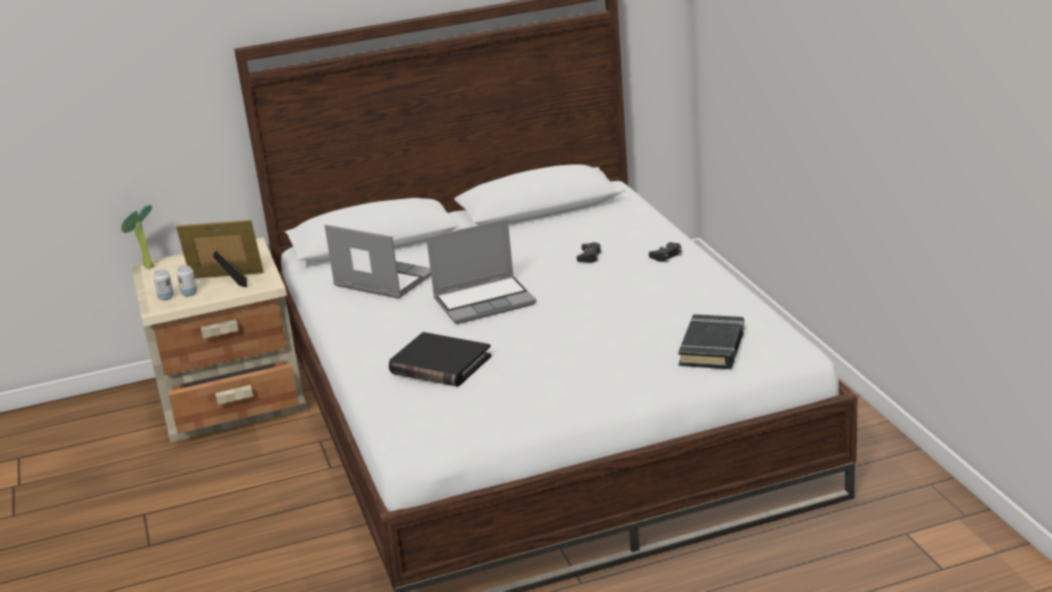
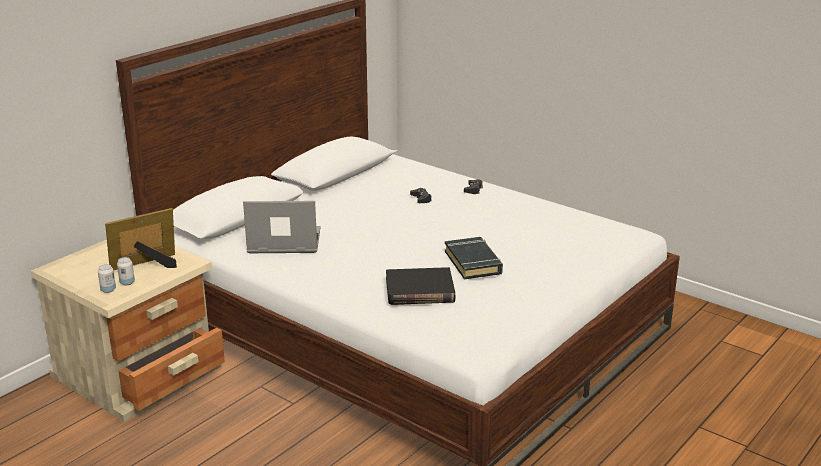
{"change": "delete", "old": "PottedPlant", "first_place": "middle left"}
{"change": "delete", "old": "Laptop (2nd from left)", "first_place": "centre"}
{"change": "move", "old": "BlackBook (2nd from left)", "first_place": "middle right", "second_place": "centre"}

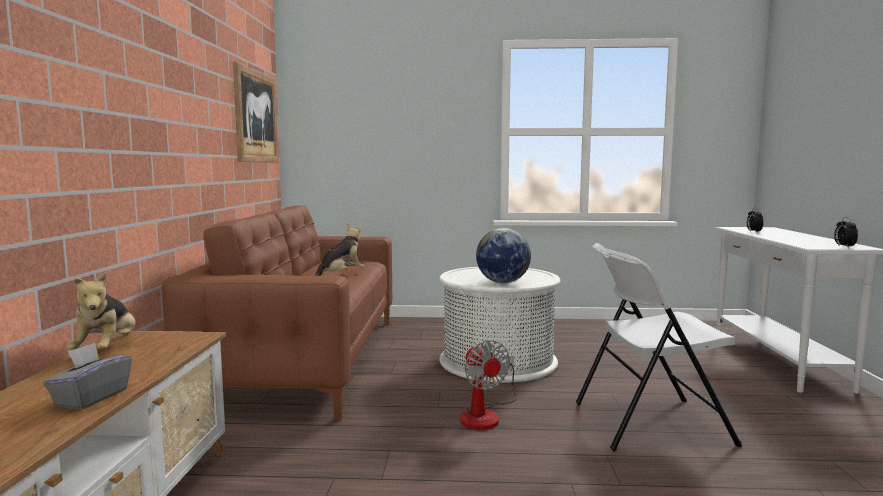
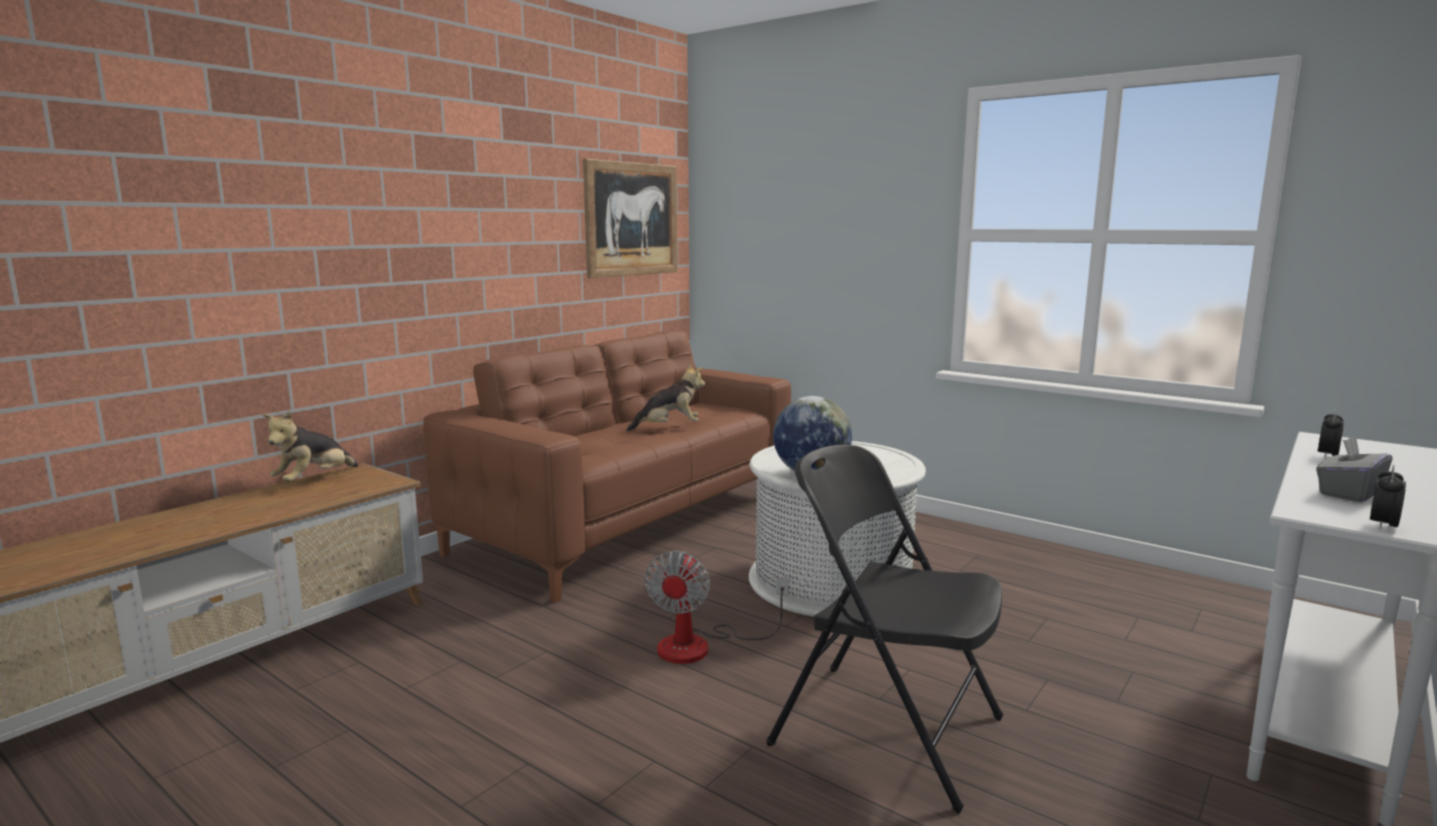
{"change": "recolor", "old": "WhiteChair", "new": "BlackChair", "first_place": "bottom right", "second_place": "bottom centre"}
{"change": "move", "old": "GreyTissueBox", "first_place": "bottom left", "second_place": "middle right"}

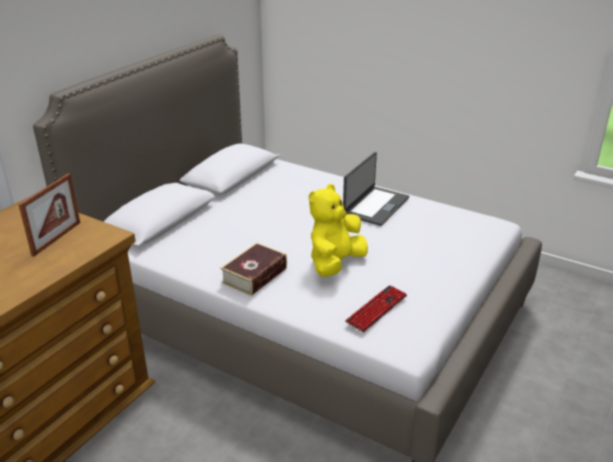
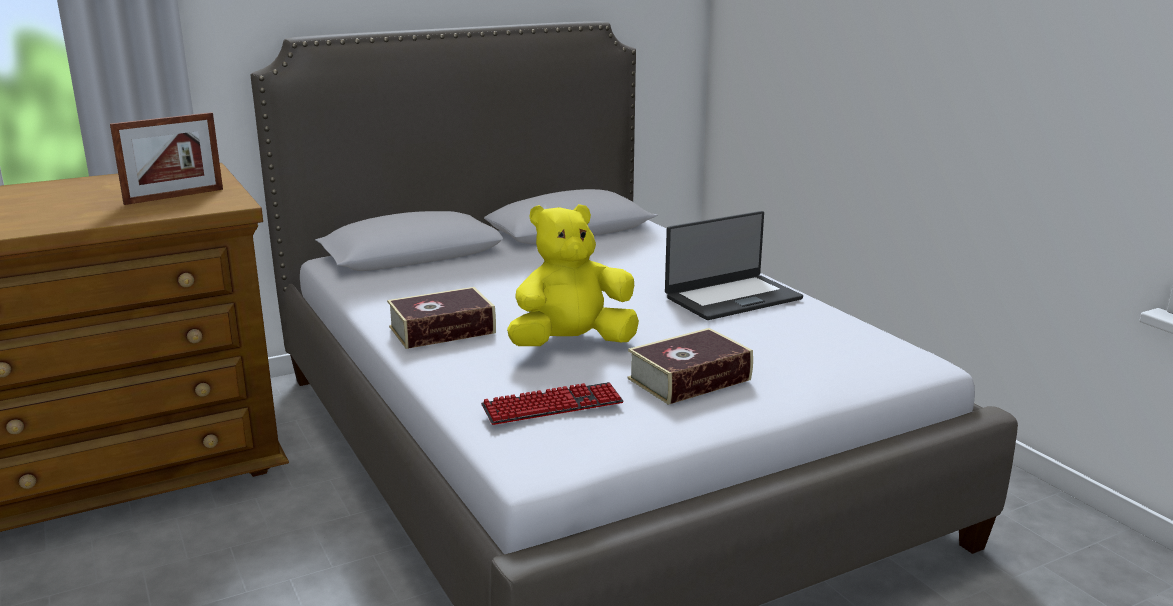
{"change": "insert", "new": "Book (2nd from left)", "second_place": "centre"}

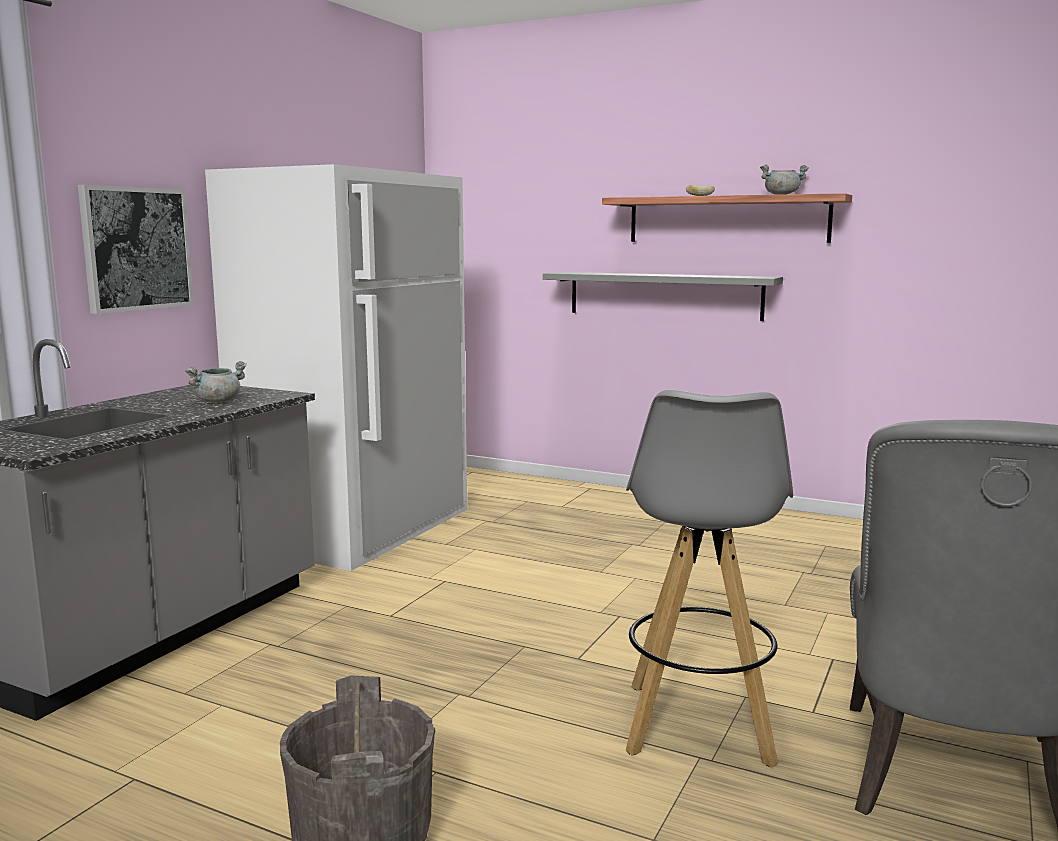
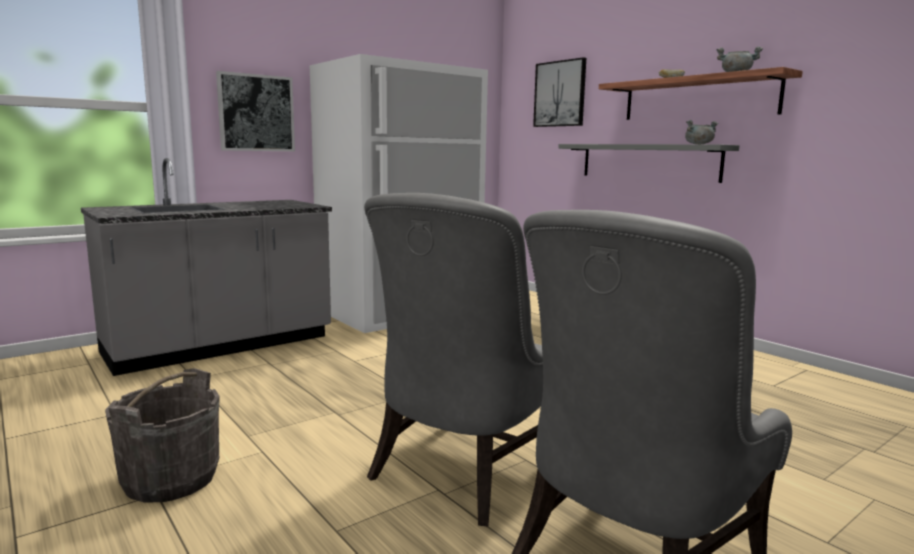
{"change": "move", "old": "GreyCookingPot (1st from left)", "first_place": "middle left", "second_place": "top right"}
{"change": "replace", "old": "GreyStool", "new": "GreyChair (1st from left)", "first_place": "bottom right", "second_place": "centre"}
{"change": "insert", "new": "Picture (2nd from left)", "second_place": "top centre"}

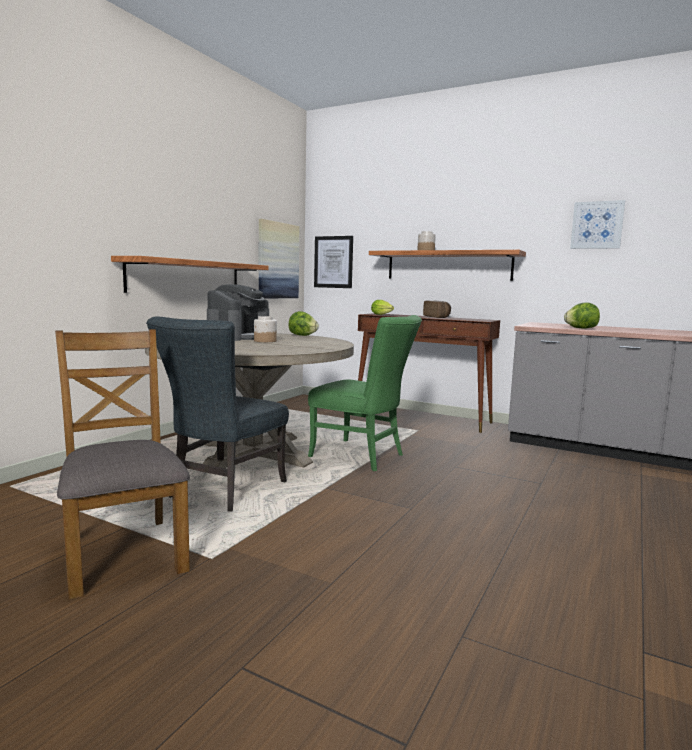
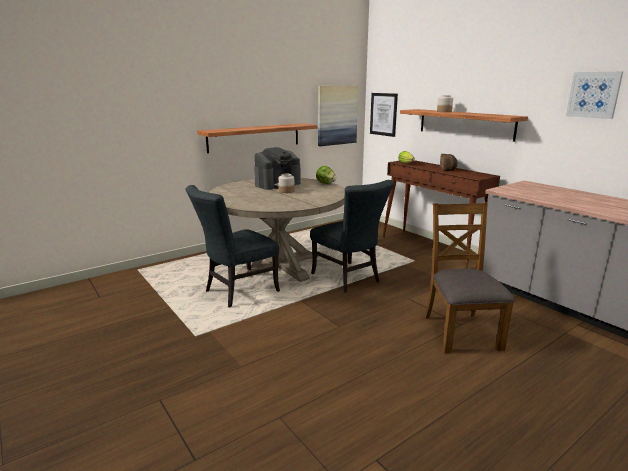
{"change": "delete", "old": "Lettuce (3rd from left)", "first_place": "middle right"}
{"change": "recolor", "old": "GreenChair", "new": "GreyChair (2nd from left)", "first_place": "centre", "second_place": "centre"}
{"change": "move", "old": "BrownChair", "first_place": "middle left", "second_place": "middle right"}

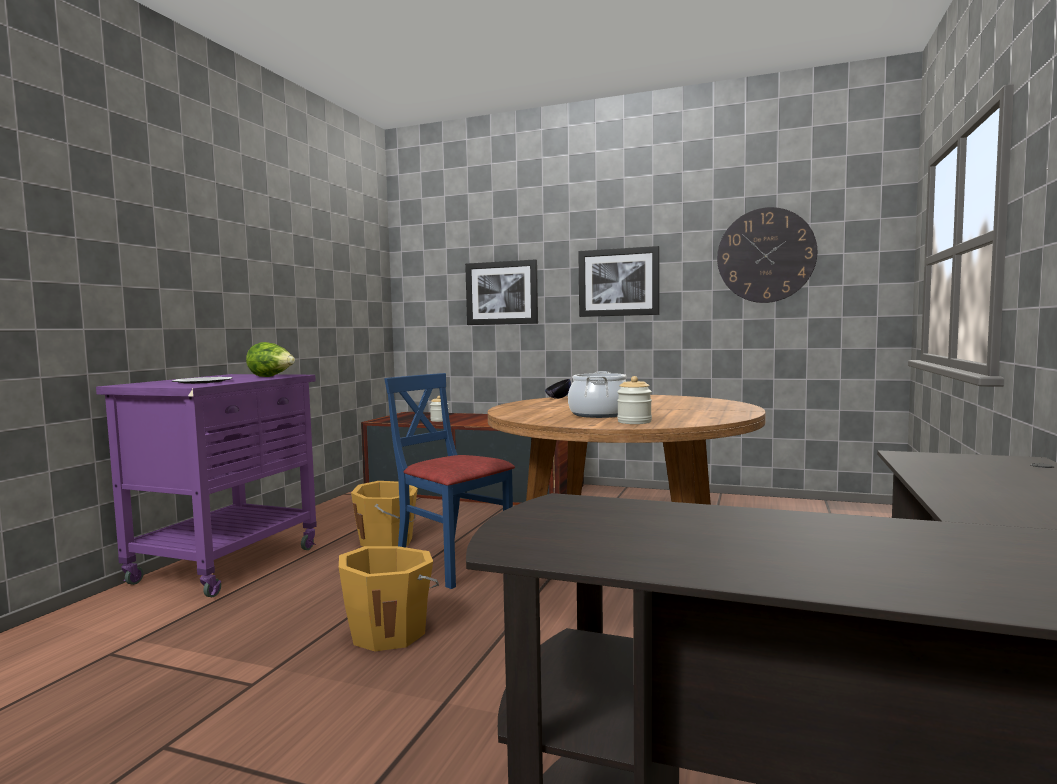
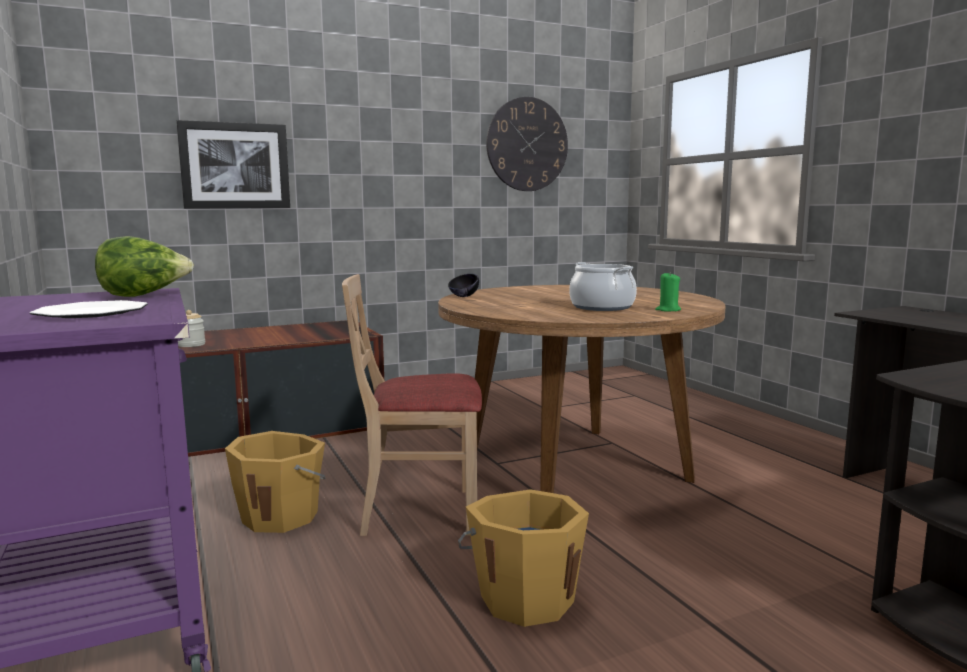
{"change": "delete", "old": "Picture (2nd from left)", "first_place": "centre"}
{"change": "recolor", "old": "BlueChair", "new": "BeigeChair", "first_place": "centre", "second_place": "centre"}
{"change": "replace", "old": "Jar (2nd from left)", "new": "GreenCandle", "first_place": "centre", "second_place": "middle right"}

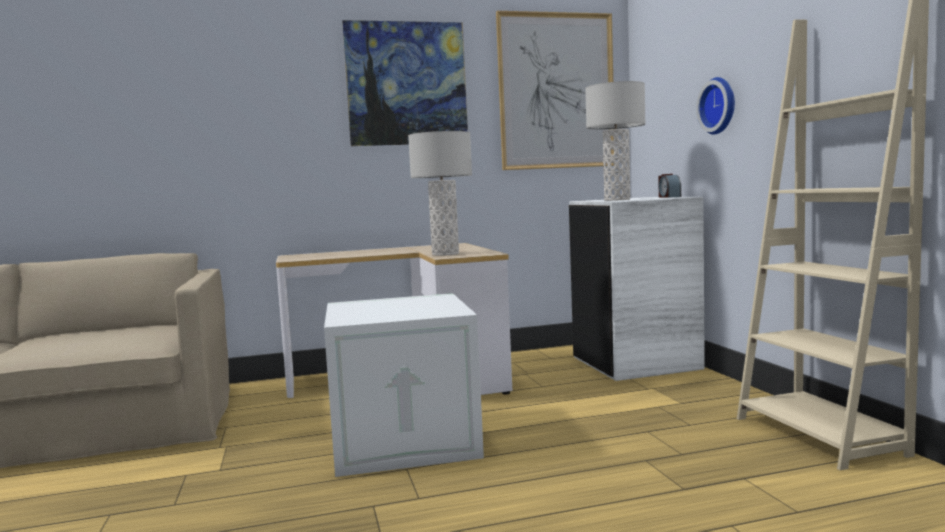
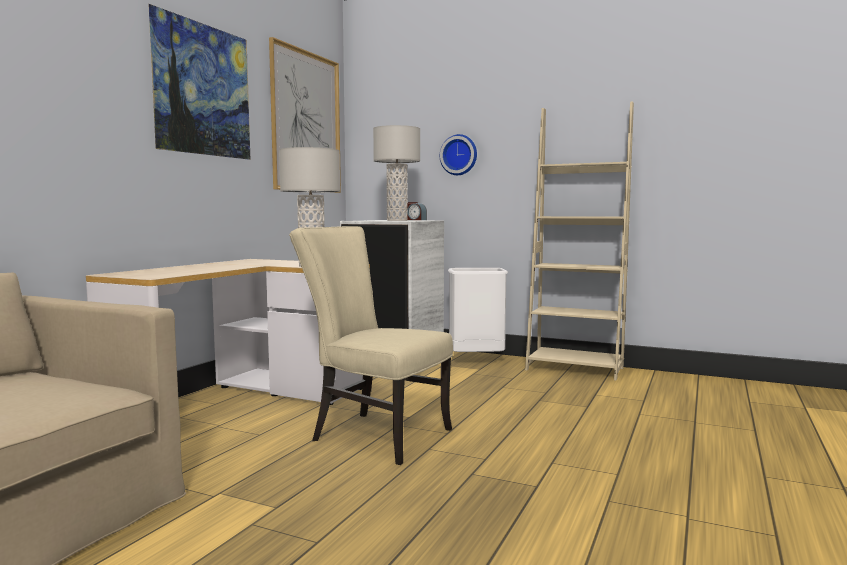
{"change": "replace", "old": "WhiteStorageBox", "new": "BeigeChair", "first_place": "bottom centre", "second_place": "centre"}
{"change": "insert", "new": "WhiteTrashCan", "second_place": "centre"}

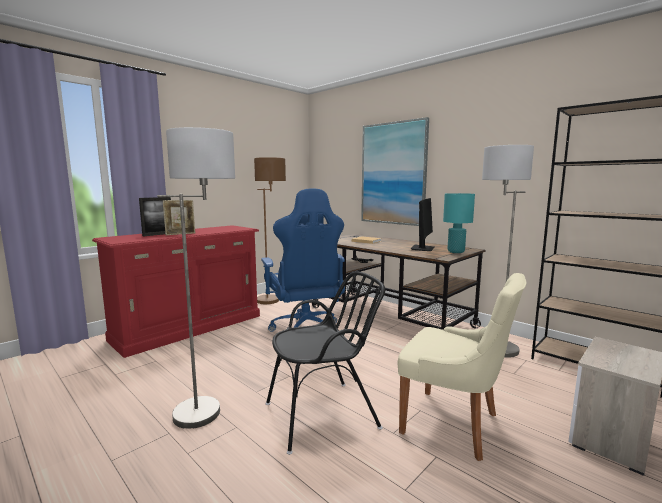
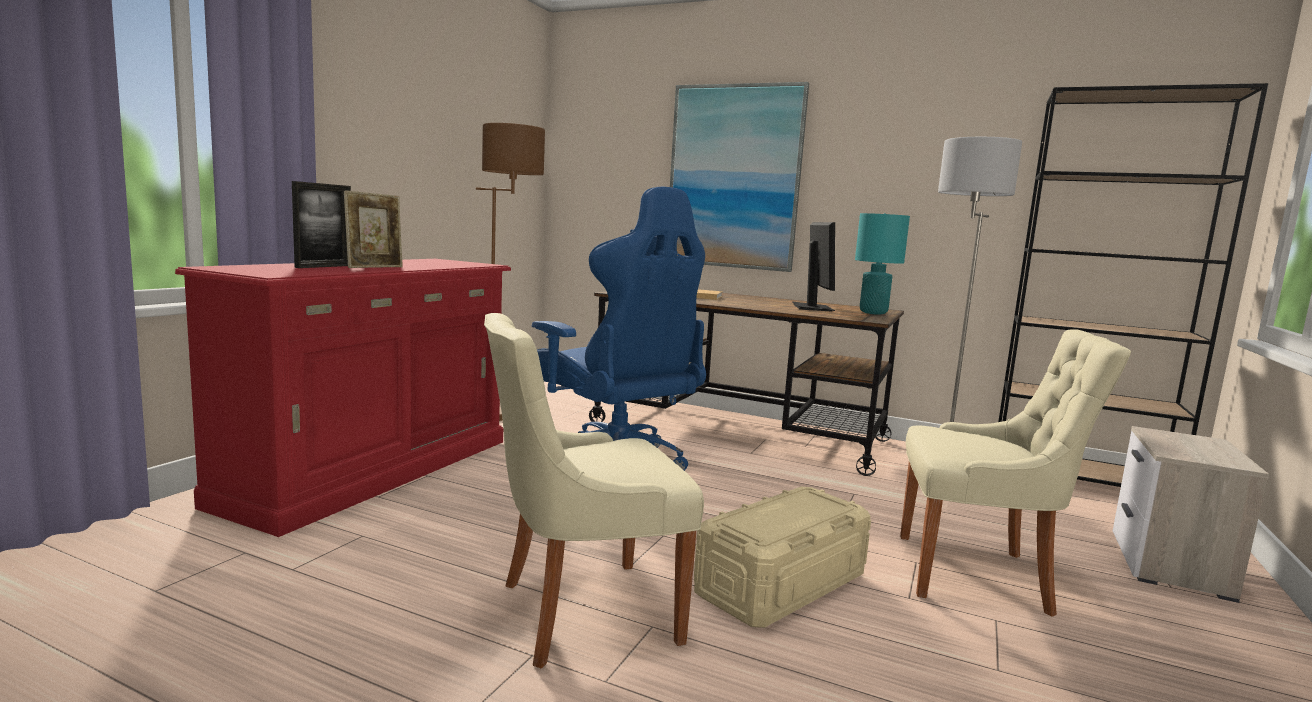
{"change": "replace", "old": "GreyFloorLamp (1st from left)", "new": "BeigeChair (1st from left)", "first_place": "middle left", "second_place": "bottom centre"}
{"change": "replace", "old": "BlackChair", "new": "BeigeStorageBox", "first_place": "bottom centre", "second_place": "bottom centre"}

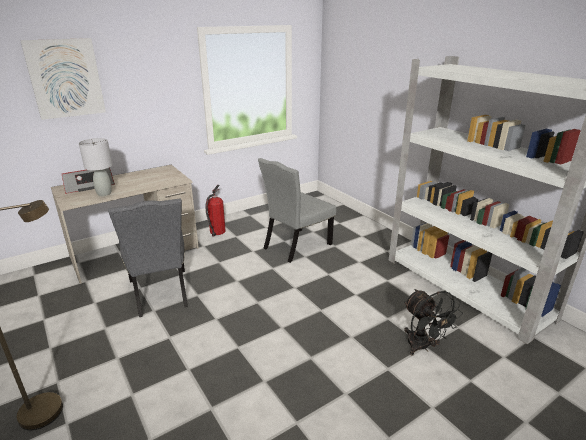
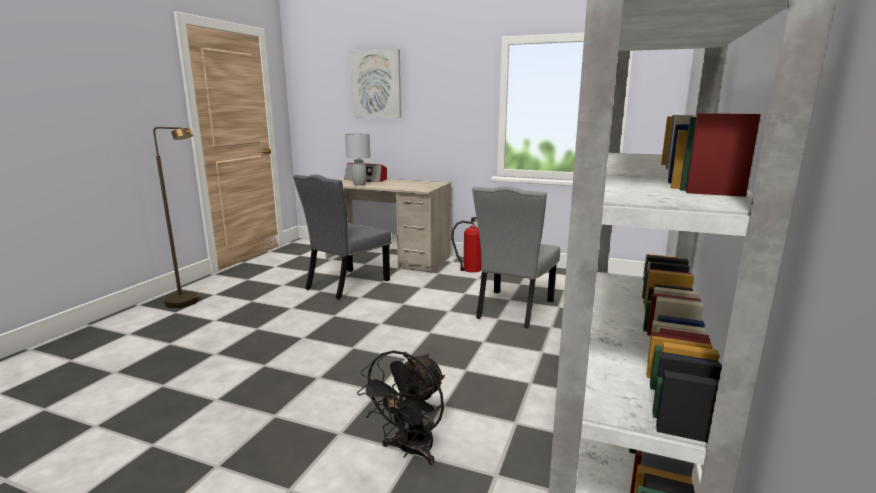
{"change": "rotate", "old": "GreyChair (2nd from left)", "first_place": "centre", "second_place": "centre", "degrees": -75}

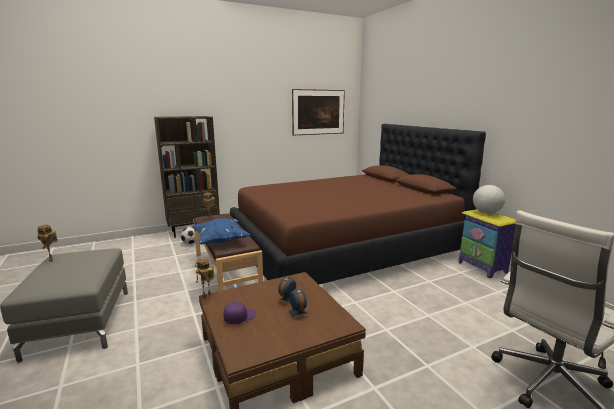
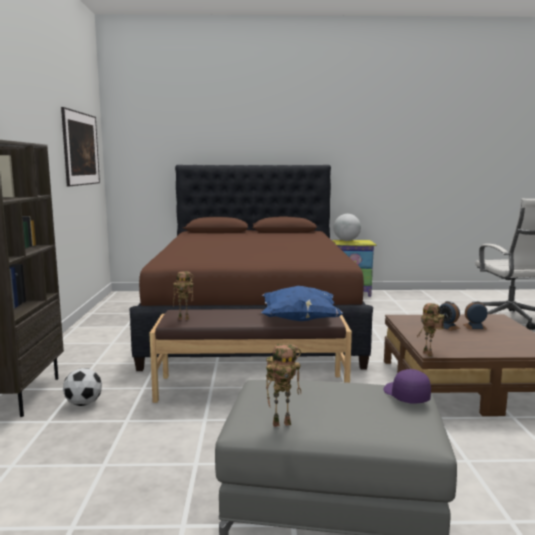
{"change": "move", "old": "PurpleCap", "first_place": "bottom centre", "second_place": "bottom right"}

